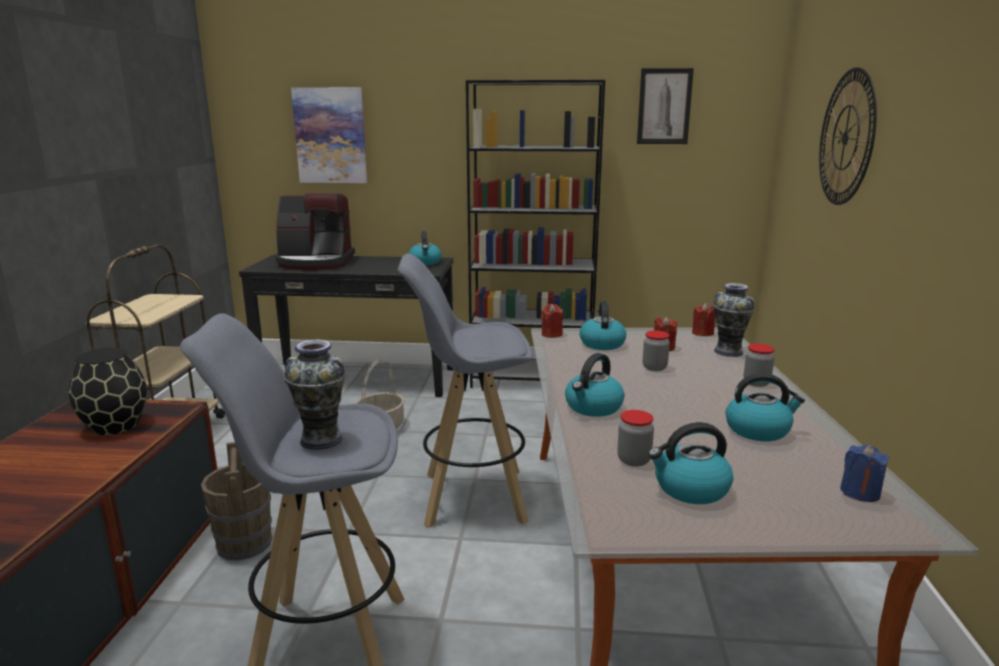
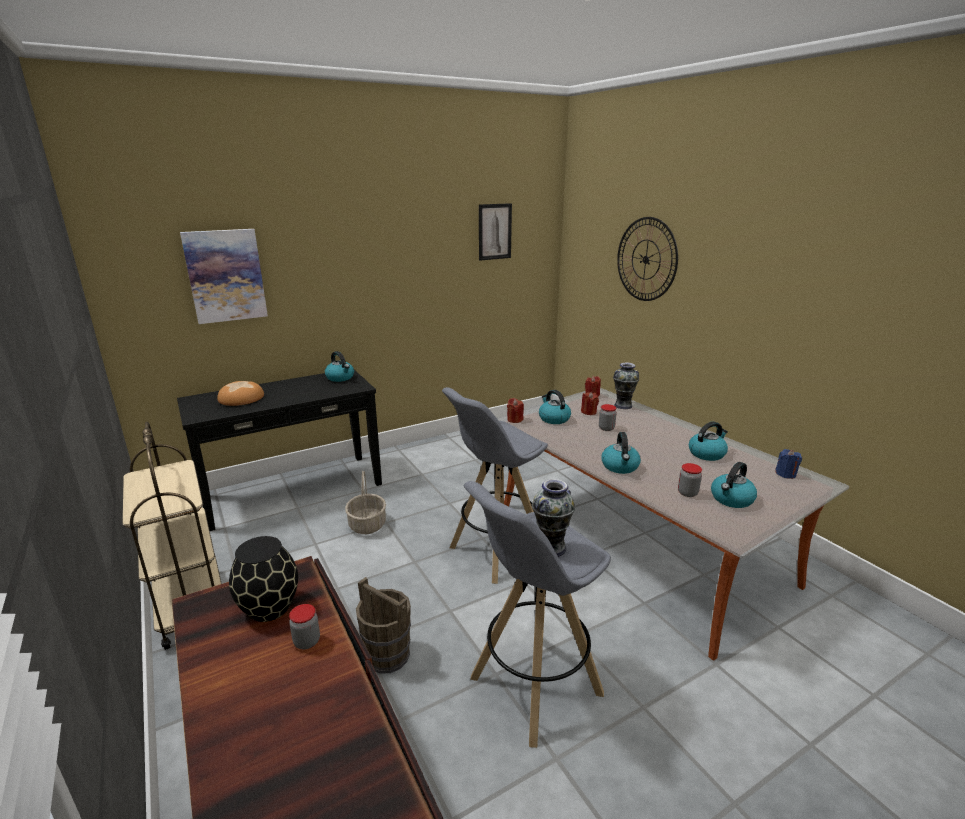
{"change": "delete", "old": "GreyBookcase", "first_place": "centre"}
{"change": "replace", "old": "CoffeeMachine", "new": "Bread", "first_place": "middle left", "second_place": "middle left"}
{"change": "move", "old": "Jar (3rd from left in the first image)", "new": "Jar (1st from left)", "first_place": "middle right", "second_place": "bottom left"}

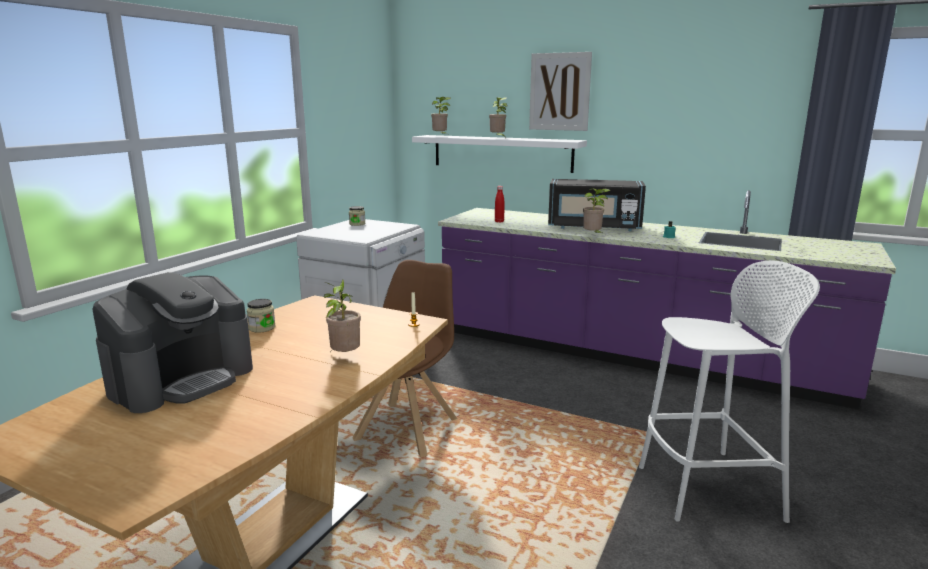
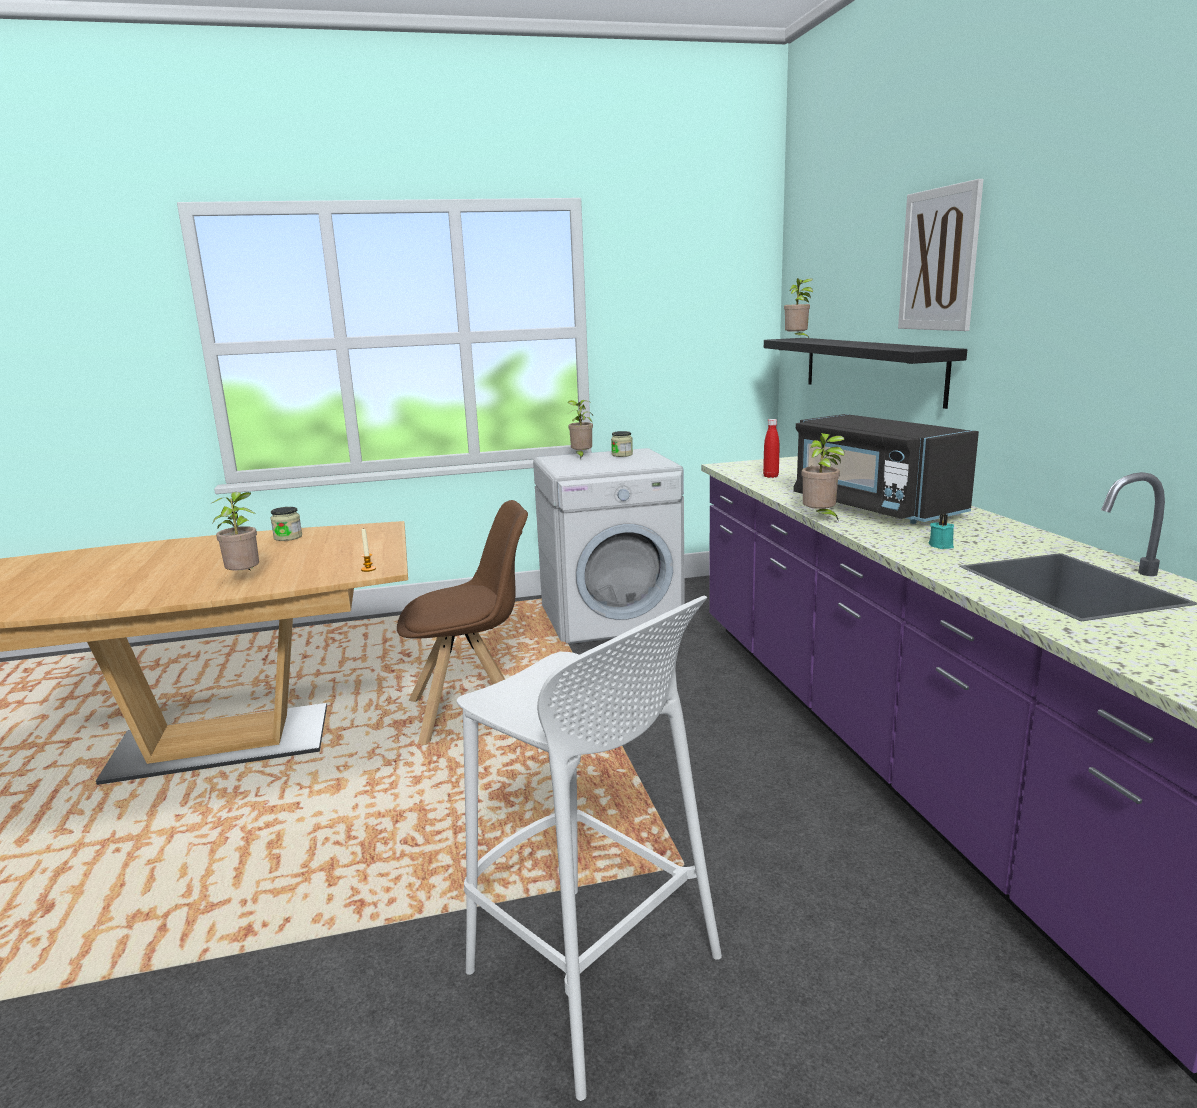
{"change": "move", "old": "PottedPlant (3rd from left in the first image)", "new": "PottedPlant (2nd from left)", "first_place": "top centre", "second_place": "centre"}
{"change": "recolor", "old": "WhiteShelf", "new": "BlackShelf", "first_place": "top centre", "second_place": "middle right"}
{"change": "delete", "old": "CoffeeMachine", "first_place": "middle left"}

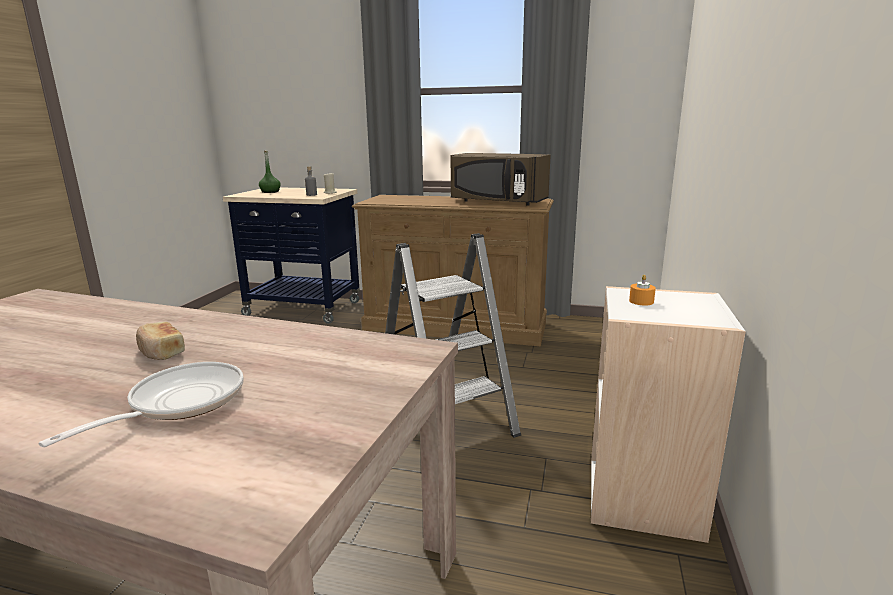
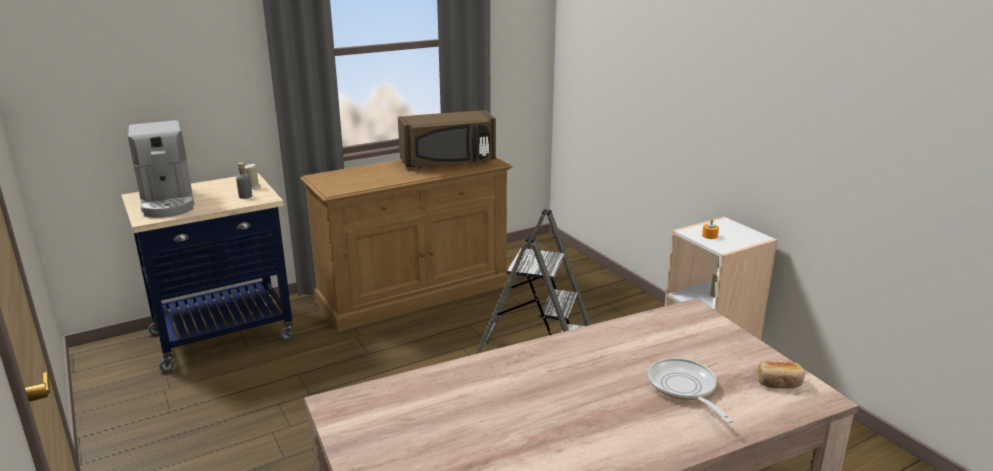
{"change": "replace", "old": "GreenBottle", "new": "CoffeeMachine", "first_place": "top left", "second_place": "middle left"}
{"change": "move", "old": "Bread", "first_place": "middle left", "second_place": "bottom right"}

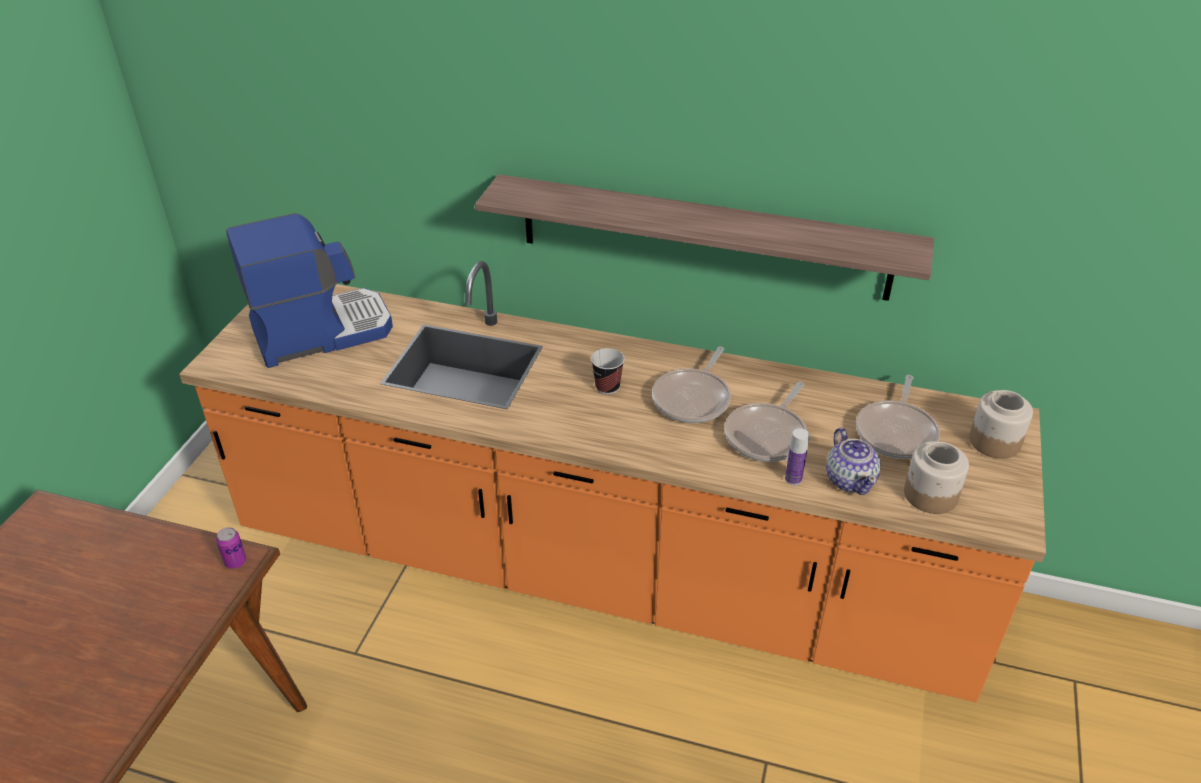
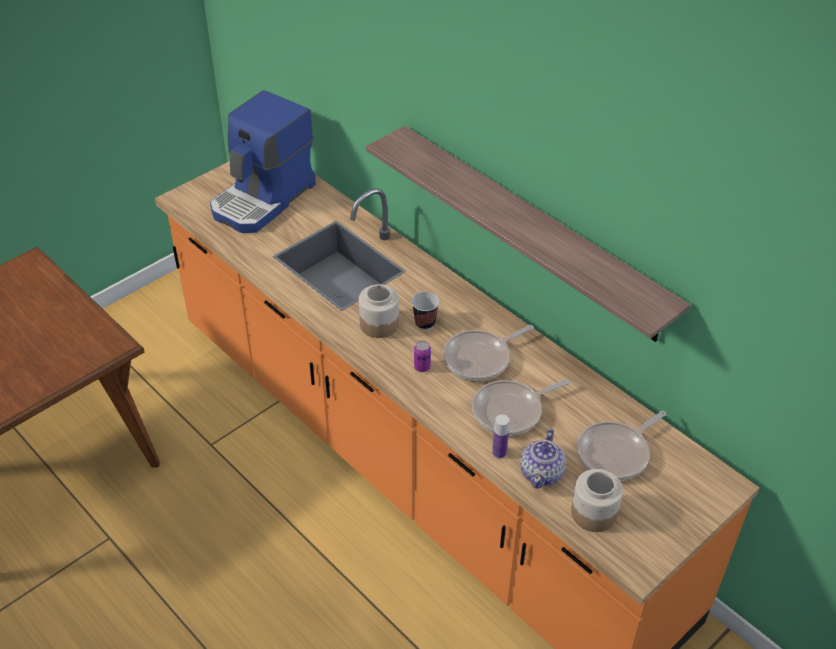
{"change": "rotate", "old": "CoffeeMachine", "first_place": "middle left", "second_place": "top left", "degrees": 120}
{"change": "move", "old": "Jar (2nd from left in the first image)", "new": "Jar (1st from left)", "first_place": "middle right", "second_place": "centre"}
{"change": "move", "old": "Can", "first_place": "bottom left", "second_place": "centre"}

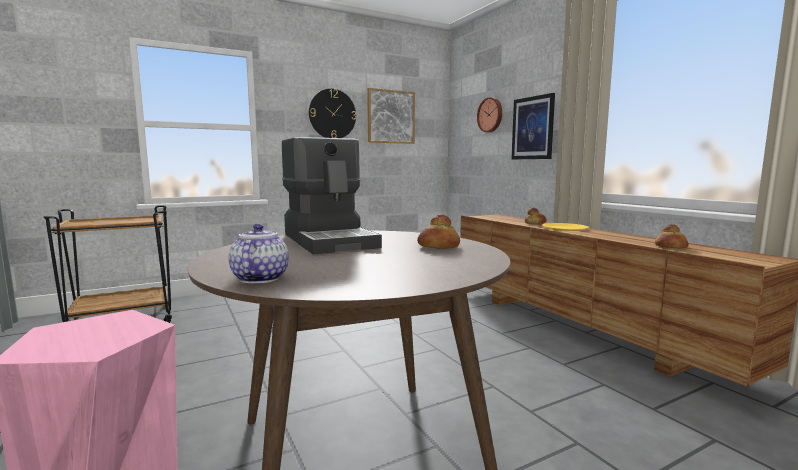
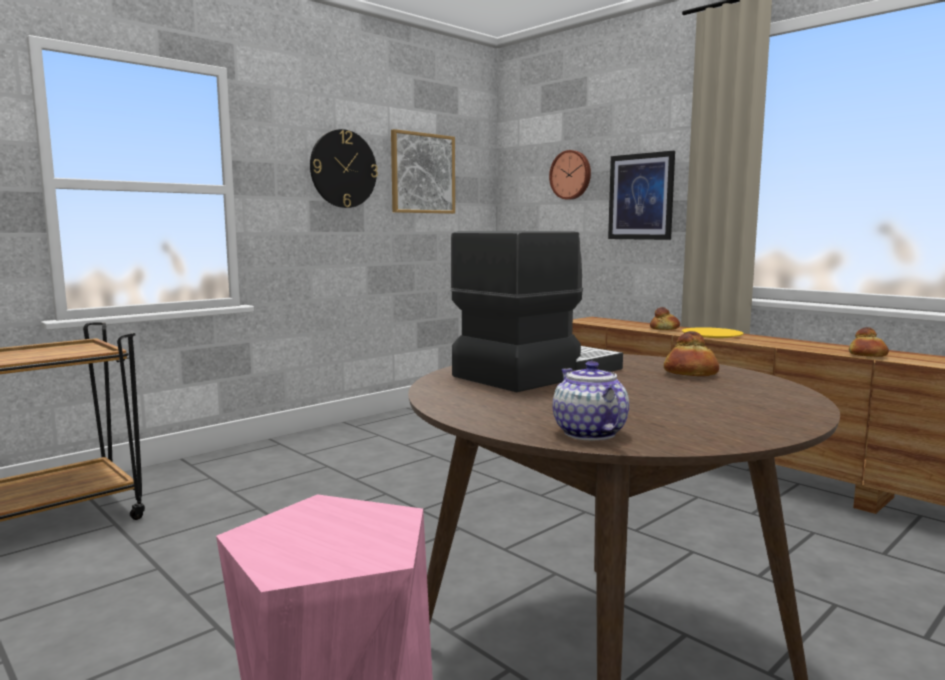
{"change": "rotate", "old": "CoffeeMachine", "first_place": "centre", "second_place": "centre", "degrees": -90}

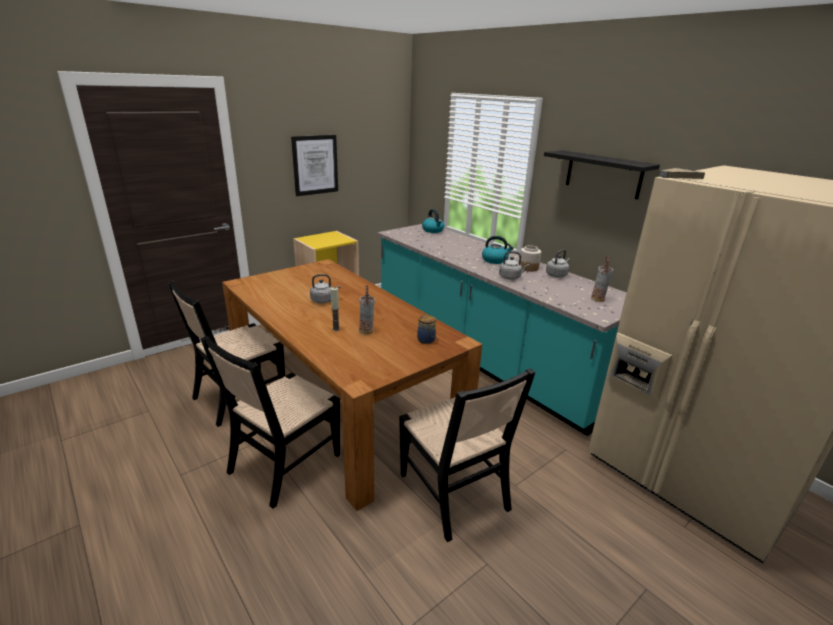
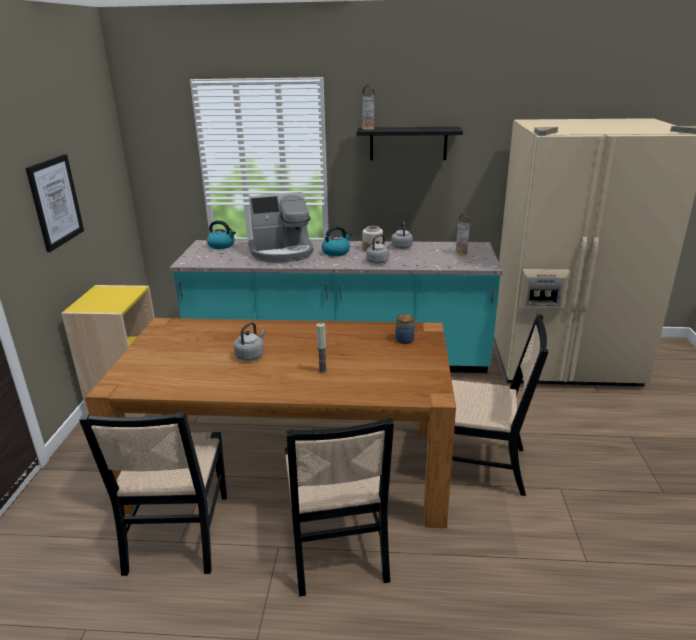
{"change": "move", "old": "Vase (1st from left)", "first_place": "centre", "second_place": "top centre"}
{"change": "insert", "new": "CoffeeMachine", "second_place": "centre"}

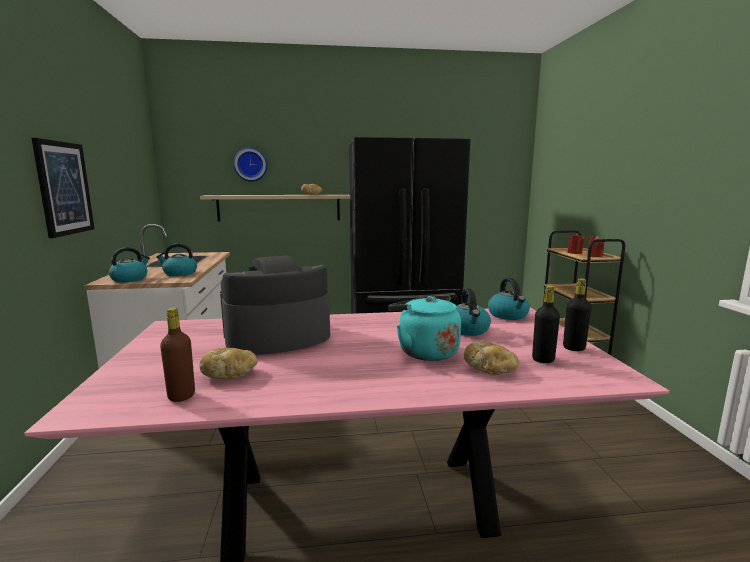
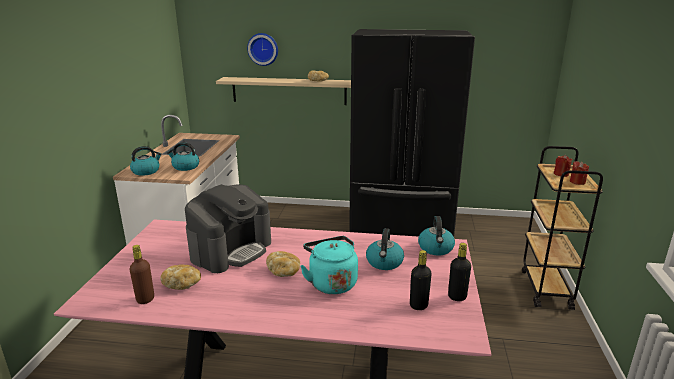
{"change": "delete", "old": "Picture", "first_place": "middle left"}
{"change": "rotate", "old": "CoffeeMachine", "first_place": "centre", "second_place": "centre", "degrees": 135}
{"change": "move", "old": "Bread (3rd from left in the first image)", "new": "Bread (2nd from left)", "first_place": "centre", "second_place": "bottom centre"}

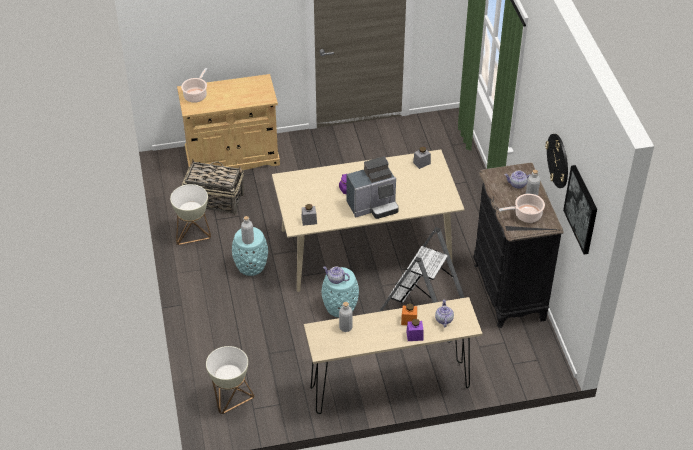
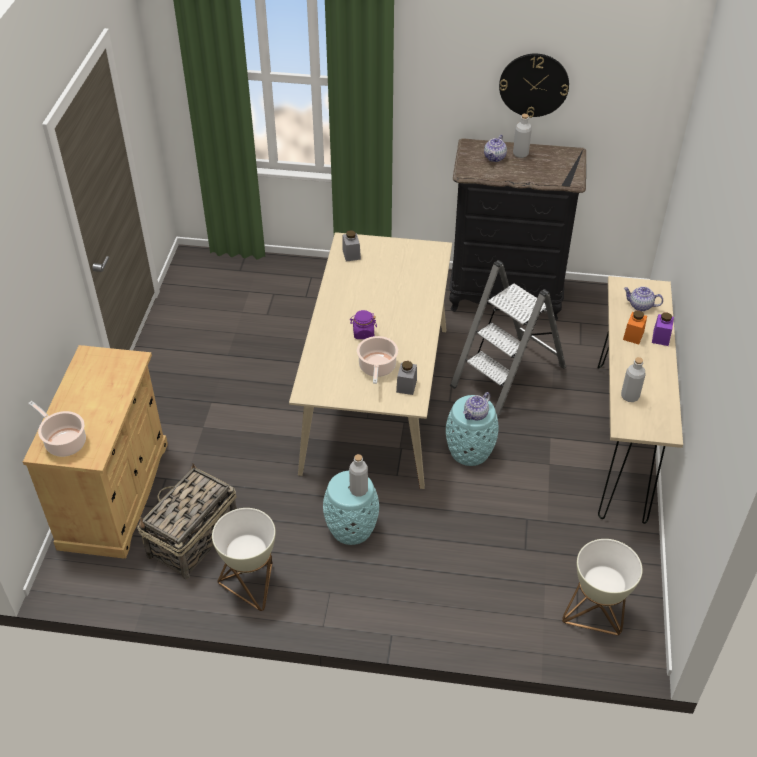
{"change": "delete", "old": "CoffeeMachine", "first_place": "centre"}
{"change": "delete", "old": "Picture", "first_place": "middle right"}
{"change": "move", "old": "CookingPot (2nd from left)", "first_place": "middle right", "second_place": "centre"}

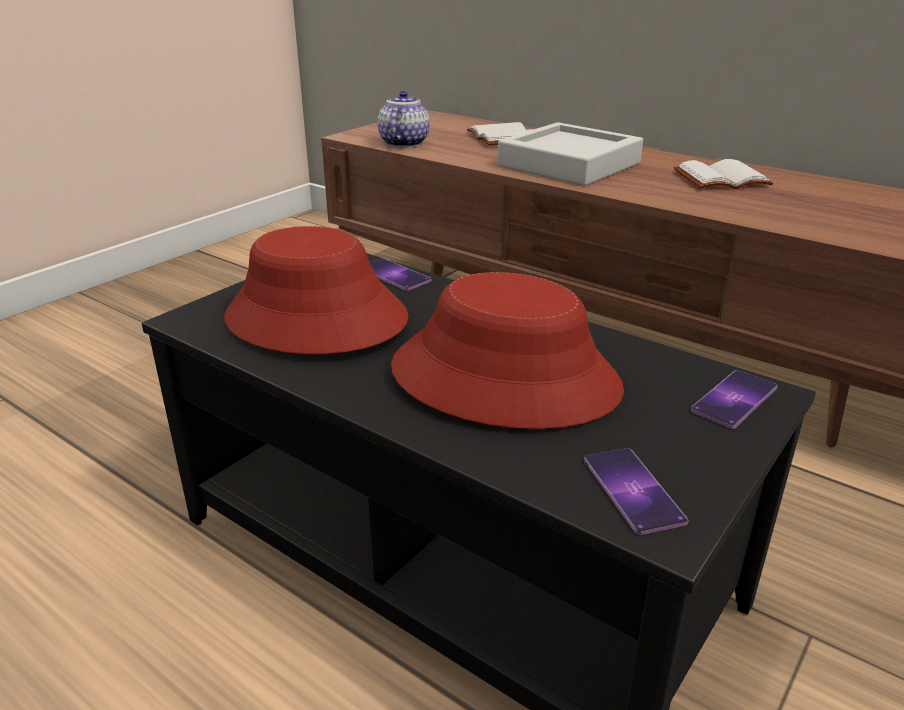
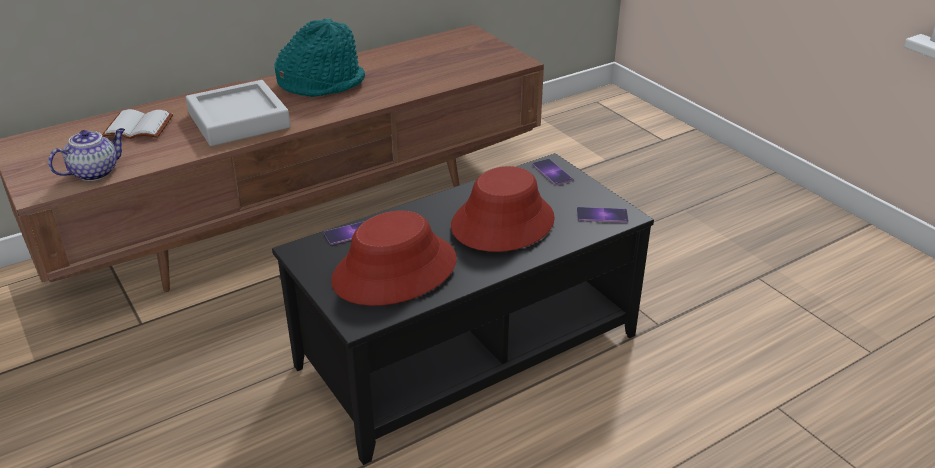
{"change": "rotate", "old": "Teapot", "first_place": "top centre", "second_place": "top left", "degrees": 105}
{"change": "replace", "old": "WhiteBook (2nd from left)", "new": "TurquoiseHat", "first_place": "top right", "second_place": "top centre"}

